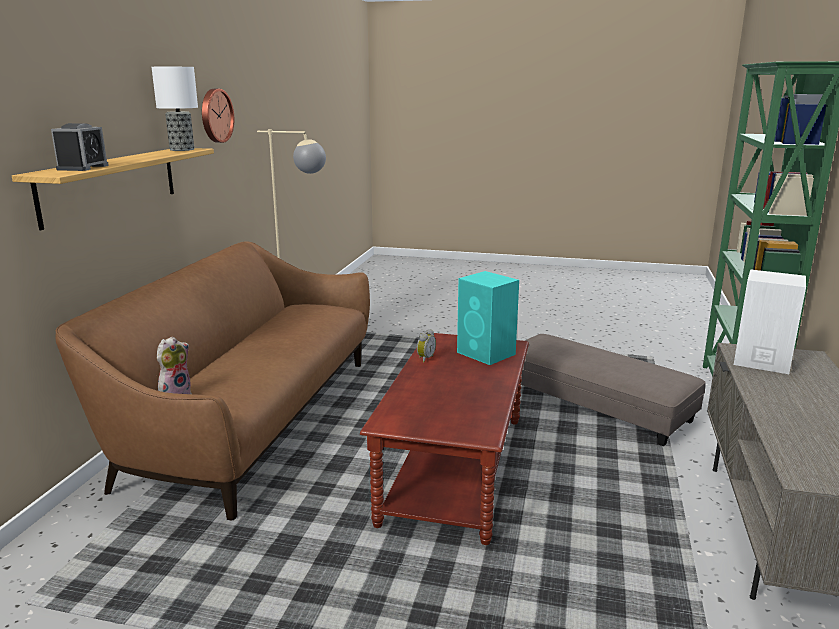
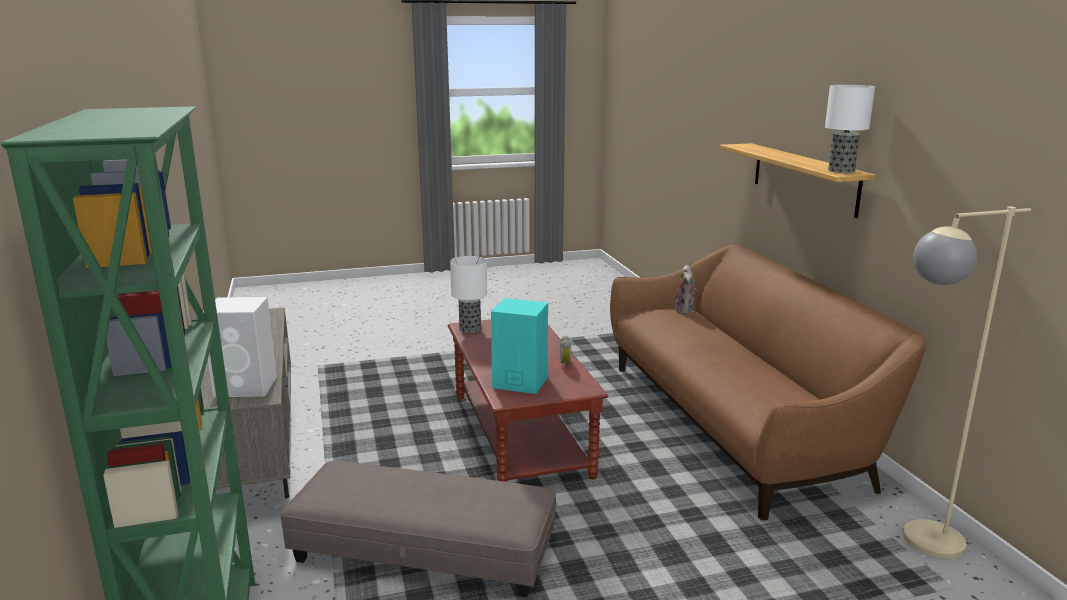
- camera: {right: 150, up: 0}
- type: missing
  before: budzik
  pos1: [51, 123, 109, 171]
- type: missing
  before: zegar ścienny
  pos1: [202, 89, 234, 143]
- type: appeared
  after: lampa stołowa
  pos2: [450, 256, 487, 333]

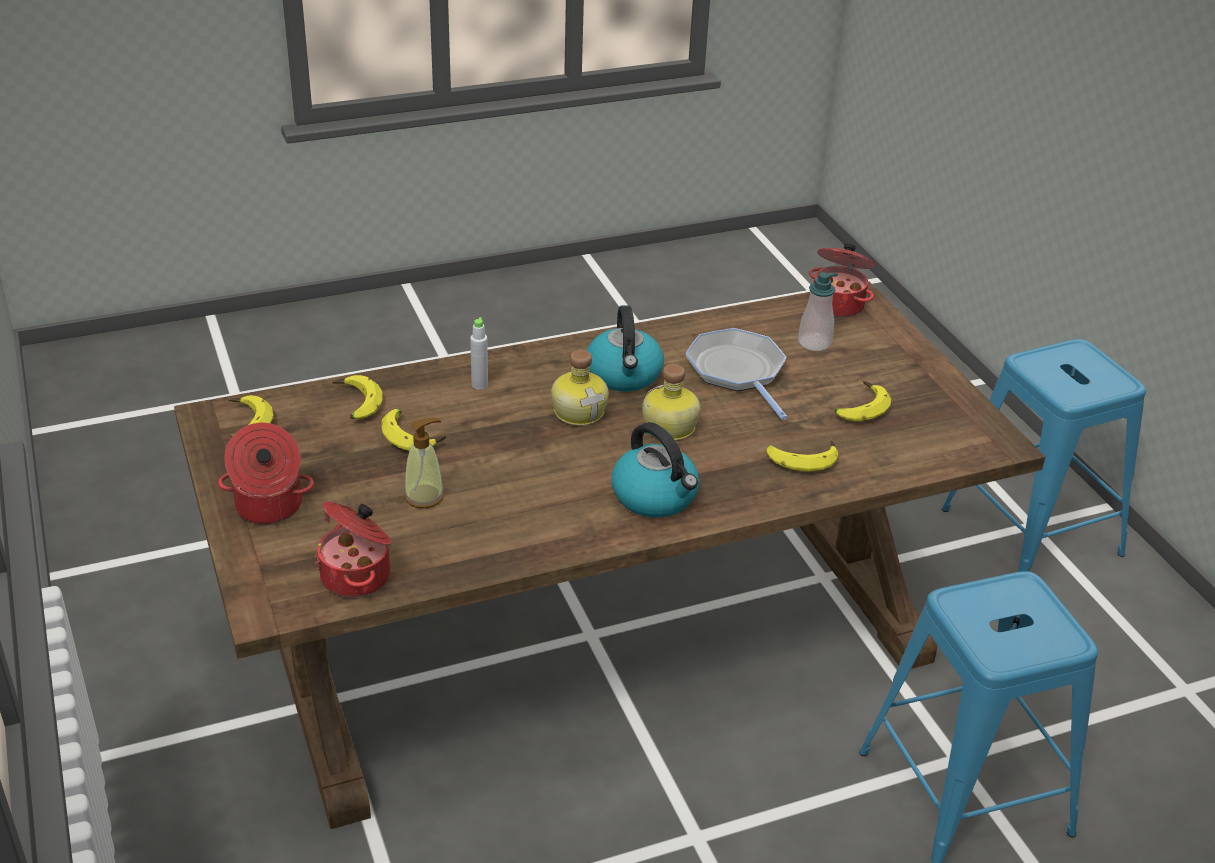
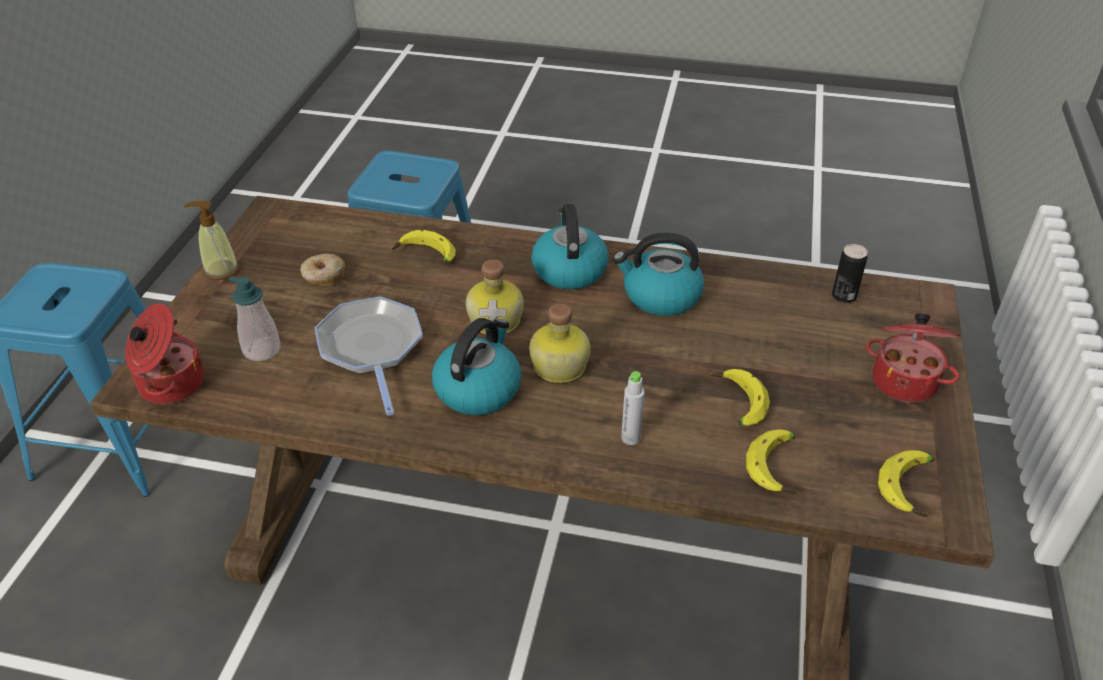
- camera: {right: -145, up: 5}
- type: appeared
  after: czajnik
  pos2: [613, 232, 704, 316]
- type: relocated
  before: dozownik mydła
  pos1: [404, 417, 444, 508]
  pos2: [184, 201, 239, 280]
- type: exchanged
  before: garnek
  after: puszka
  pos1: [315, 501, 391, 598]
  pos2: [832, 244, 868, 303]
- type: exchanged
  before: banan
  after: donut
  pos1: [835, 381, 891, 421]
  pos2: [300, 253, 345, 285]
- type: spun
  before: patelnia
  pos1: [686, 328, 787, 420]
  pos2: [315, 297, 423, 415]
  turn: 150

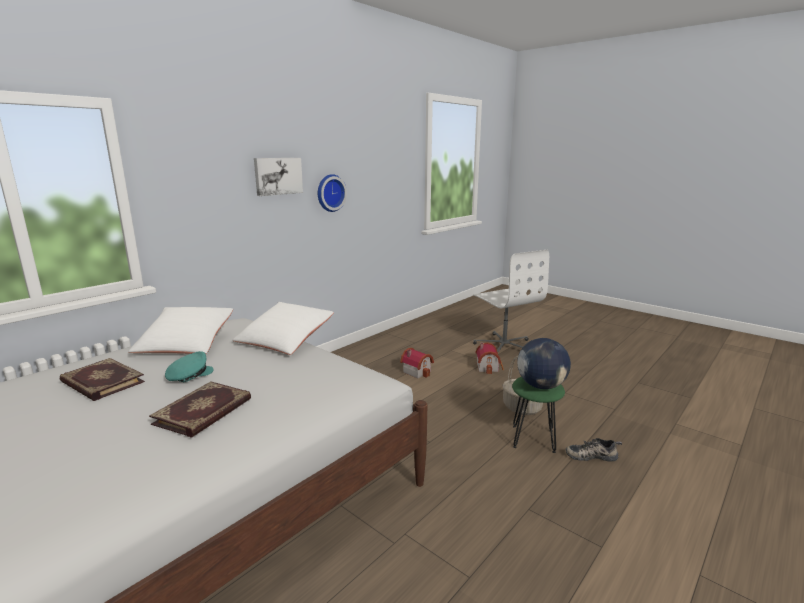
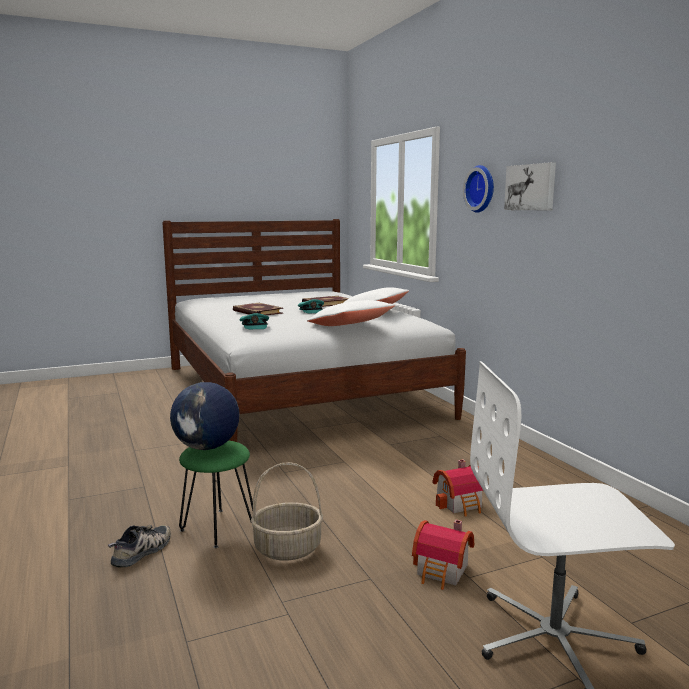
- camera: {right: 115, up: -5}
- type: appeared
  after: czapka z daszkiem [turkusowy]
  pos2: [240, 313, 269, 329]
- type: relocated
  before: zegar ścienny
  pos1: [318, 174, 347, 212]
  pos2: [463, 165, 494, 213]

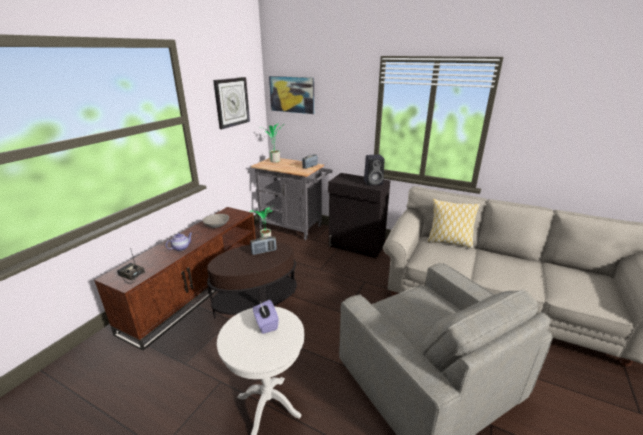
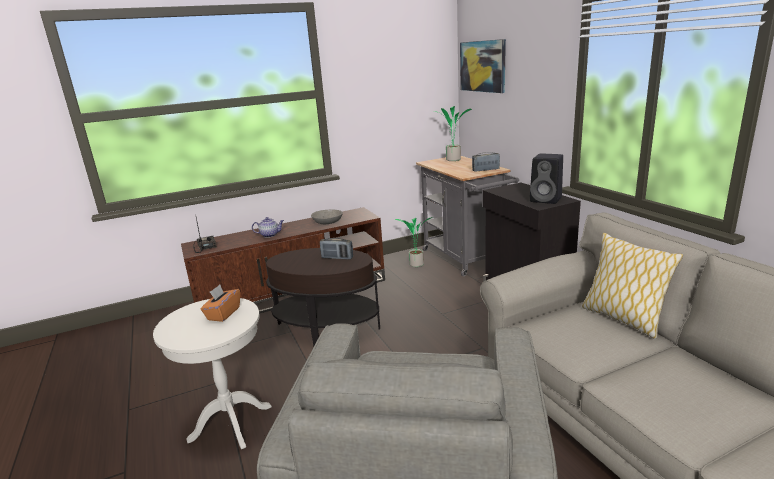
- camera: {right: 40, up: -5}
- type: missing
  before: zegar ścienny
  pos1: [213, 77, 250, 129]
- type: colour
  before: pudełko chusteczek [fioletowy]
  after: pudełko chusteczek [pomarańczowy]
  pos1: [253, 300, 279, 334]
  pos2: [201, 285, 240, 322]

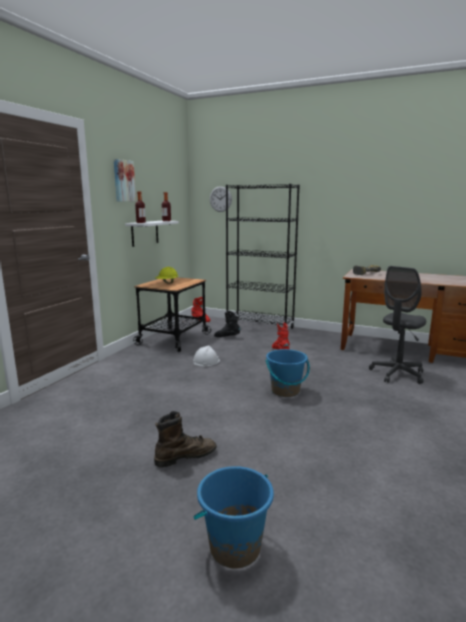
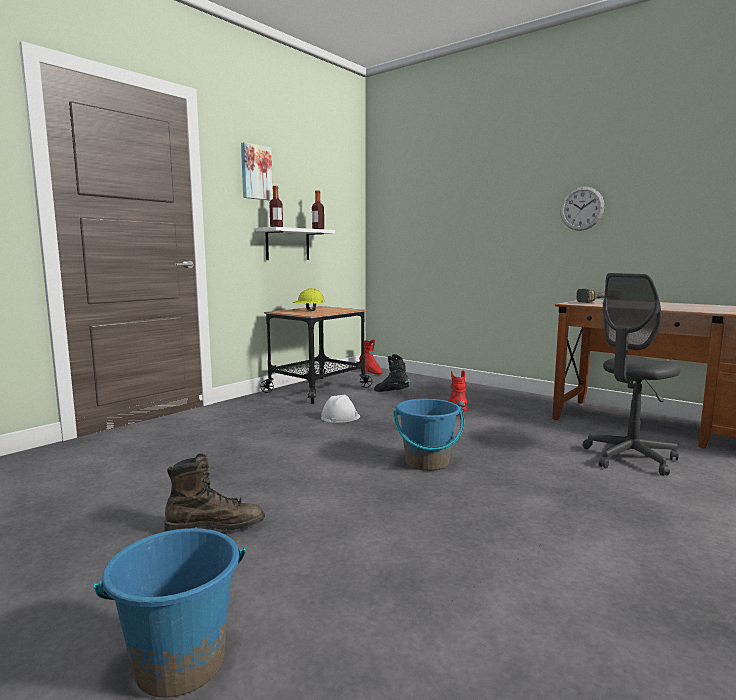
- camera: {right: 15, up: -5}
- type: missing
  before: regał [czarny]
  pos1: [226, 184, 300, 329]
- type: relocated
  before: zegar ścienny
  pos1: [210, 186, 232, 212]
  pos2: [560, 187, 604, 231]

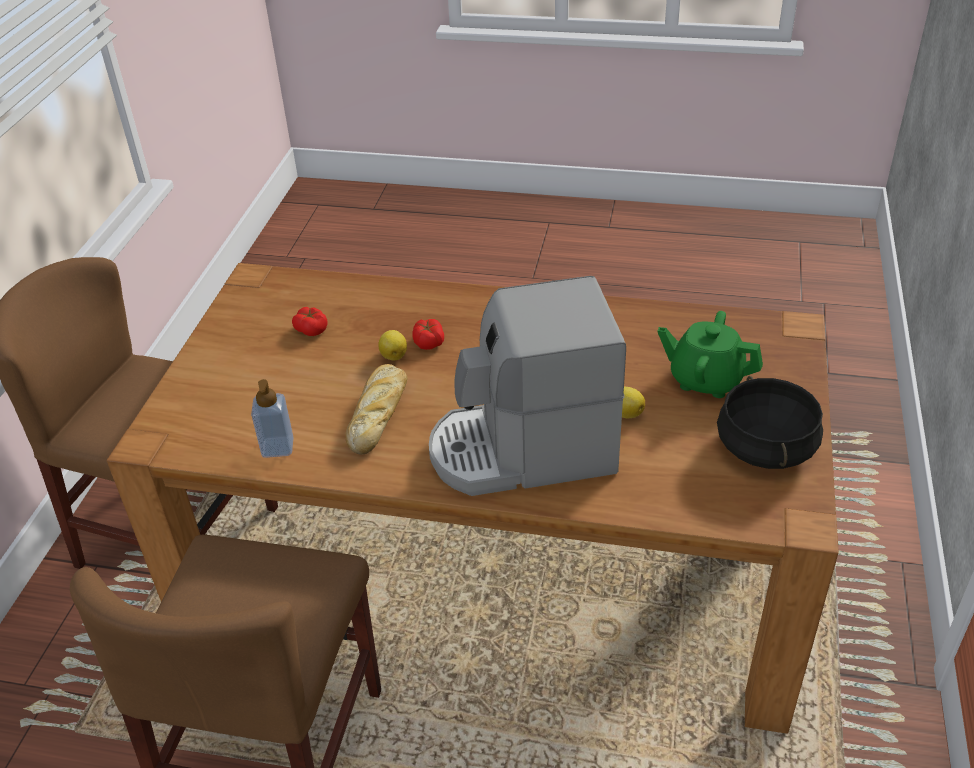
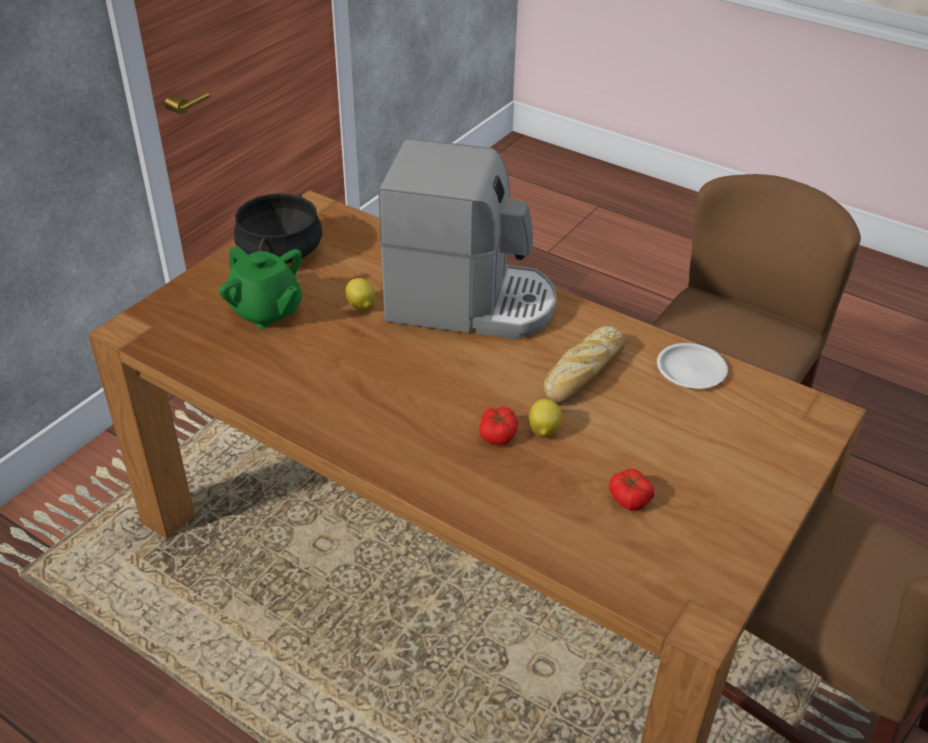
- camera: {right: -160, up: 0}
- type: exchanged
  before: dozownik mydła
  after: talerz [biały]
  pos1: [251, 379, 294, 458]
  pos2: [657, 343, 728, 389]

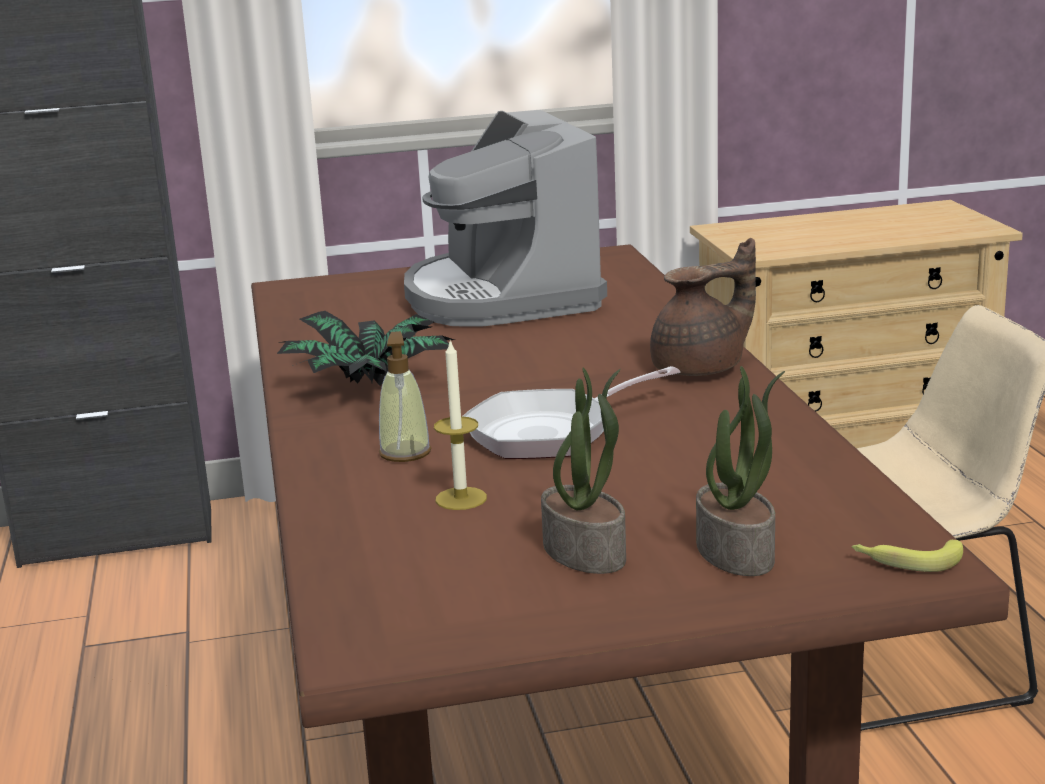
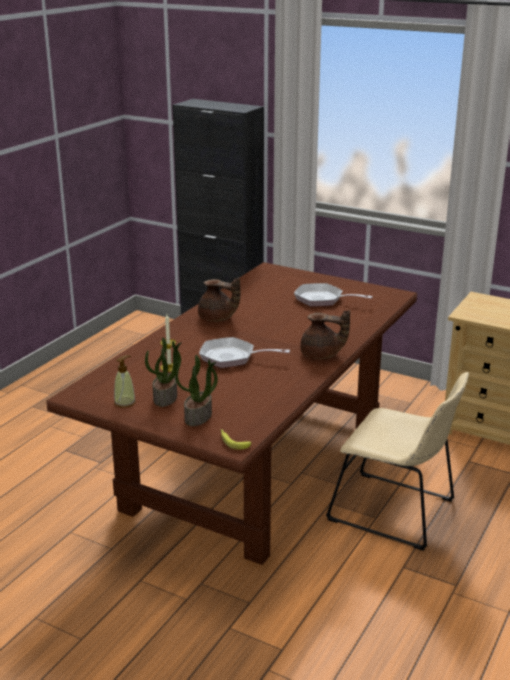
- camera: {right: 40, up: 5}
- type: relocated
  before: dozownik mydła
  pos1: [379, 331, 431, 462]
  pos2: [114, 355, 136, 408]
- type: exchanged
  before: roślina doniczkowa
  after: imbryk [brązowy]
  pos1: [277, 311, 455, 386]
  pos2: [198, 278, 240, 322]
- type: exchanged
  before: ekspres do kawy
  after: patelnia
  pos1: [404, 110, 607, 326]
  pos2: [294, 283, 373, 307]

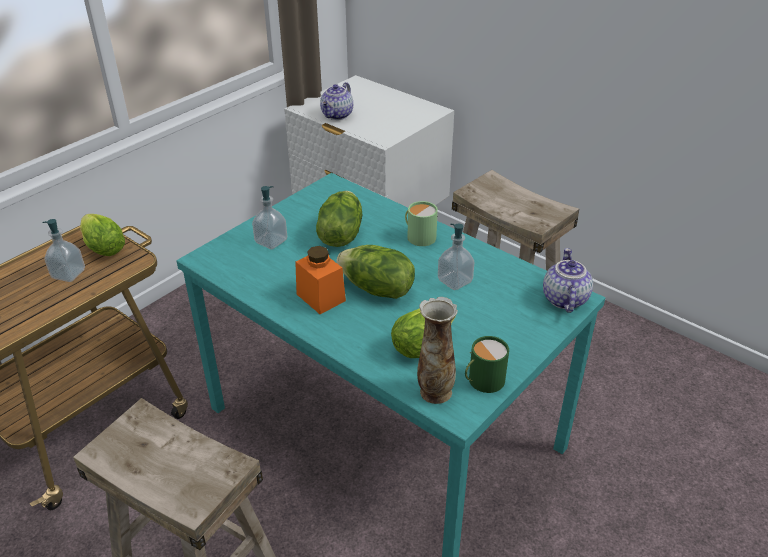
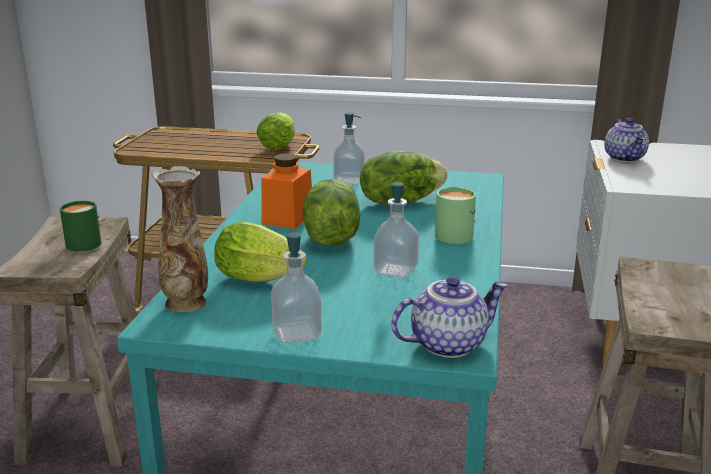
- camera: {right: 60, up: -15}
- type: relocated
  before: dozownik mydła
  pos1: [43, 219, 85, 282]
  pos2: [271, 232, 322, 343]
- type: relocated
  before: kubek [zielony]
  pos1: [465, 336, 509, 393]
  pos2: [60, 201, 102, 252]
- type: spun
  before: imbryk
  pos1: [320, 82, 353, 120]
  pos2: [604, 118, 649, 162]
  turn: -90

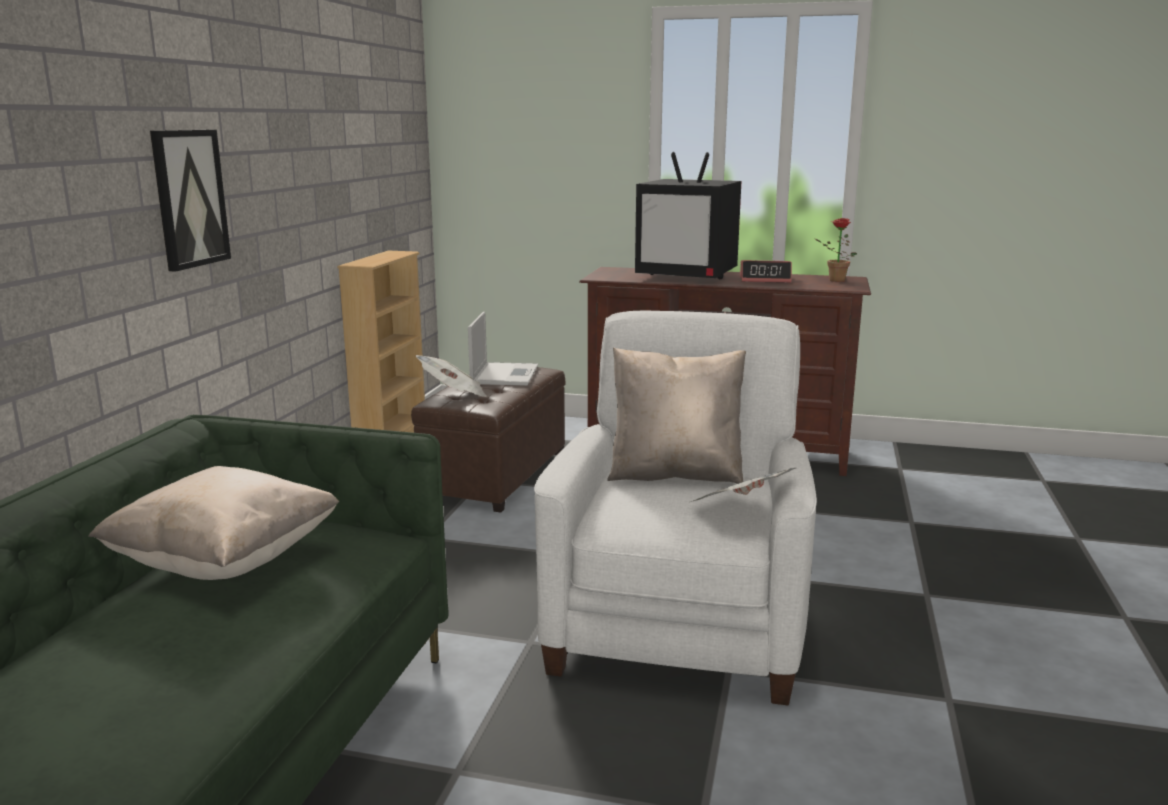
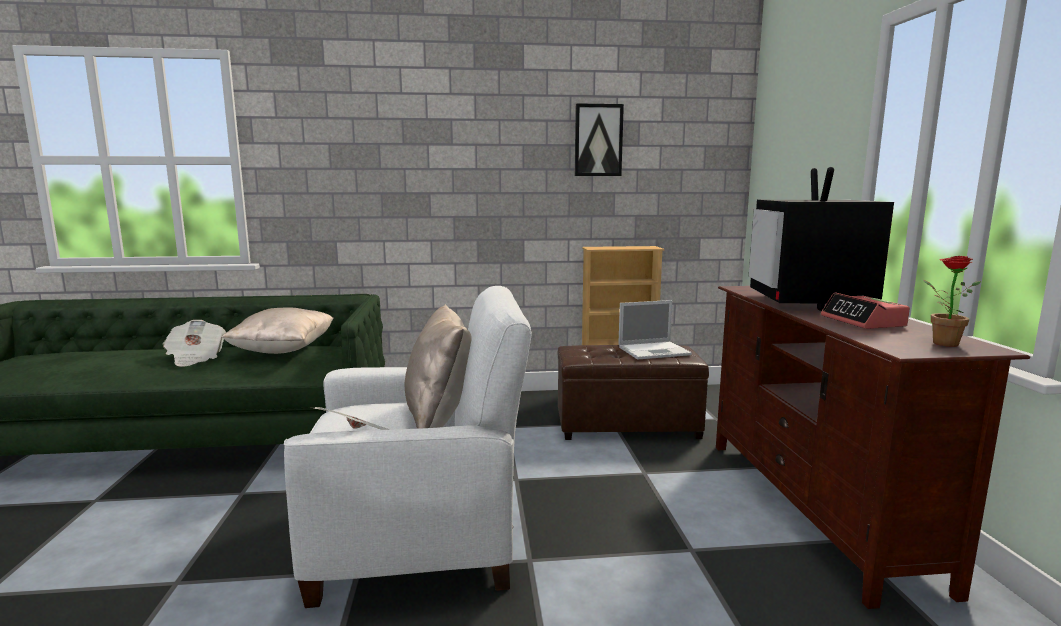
- camera: {right: 70, up: -5}
- type: relocated
  before: obraz
  pos1: [150, 130, 231, 272]
  pos2: [575, 103, 624, 176]
- type: relocated
  before: gazeta
  pos1: [416, 355, 487, 397]
  pos2: [163, 320, 226, 367]

